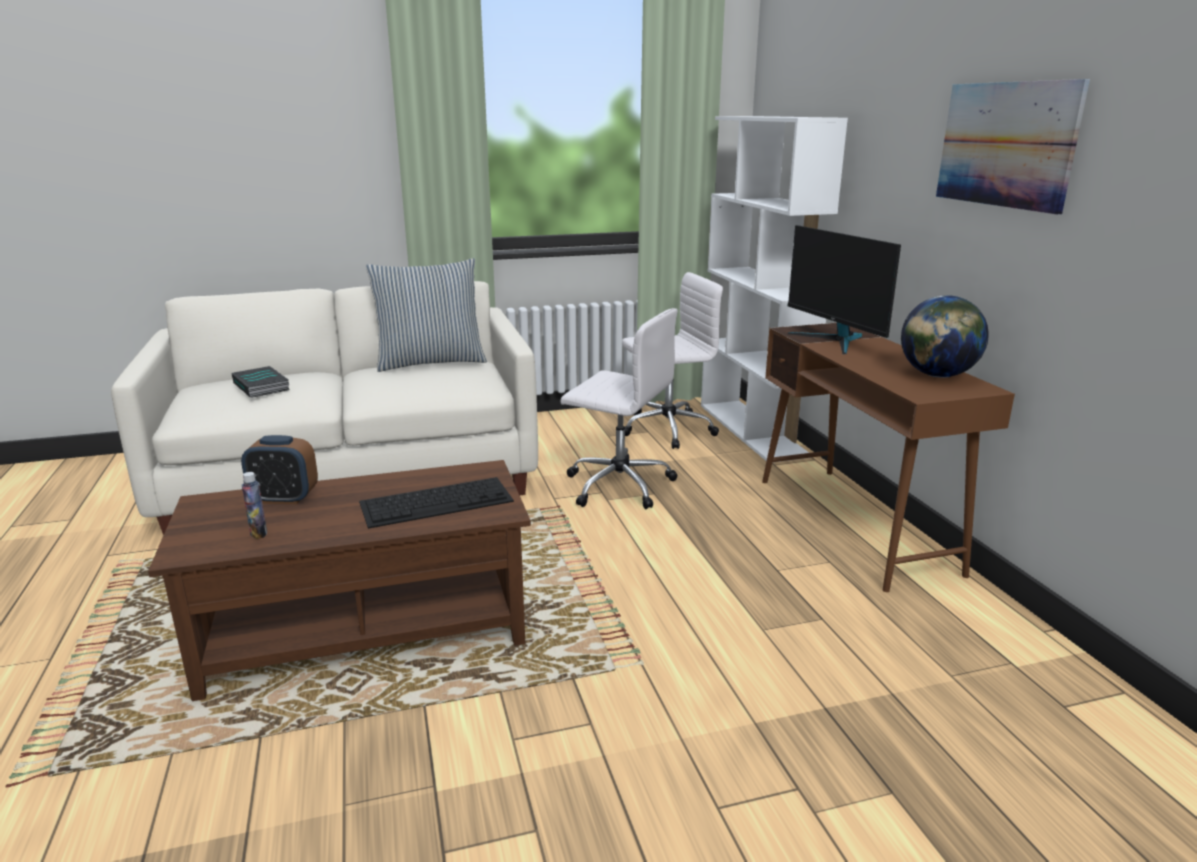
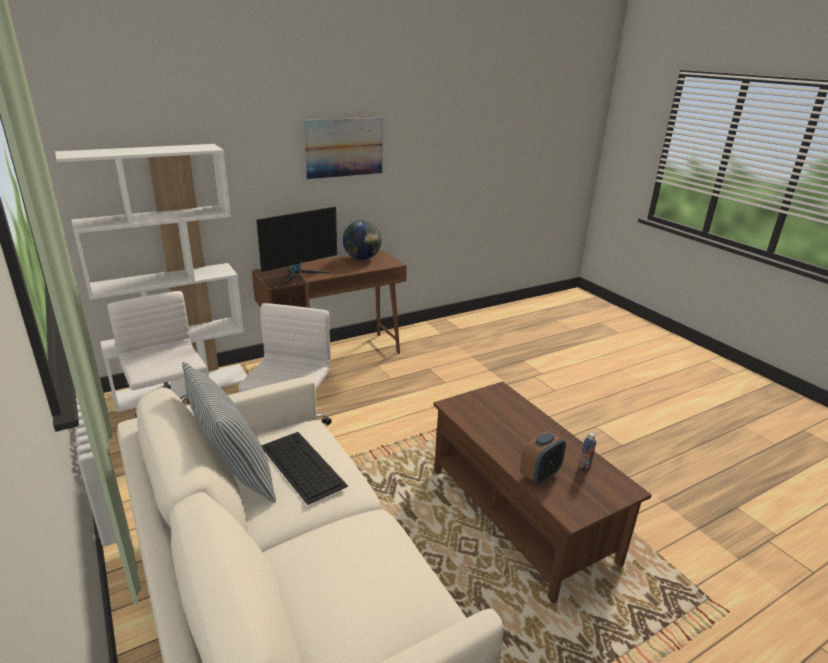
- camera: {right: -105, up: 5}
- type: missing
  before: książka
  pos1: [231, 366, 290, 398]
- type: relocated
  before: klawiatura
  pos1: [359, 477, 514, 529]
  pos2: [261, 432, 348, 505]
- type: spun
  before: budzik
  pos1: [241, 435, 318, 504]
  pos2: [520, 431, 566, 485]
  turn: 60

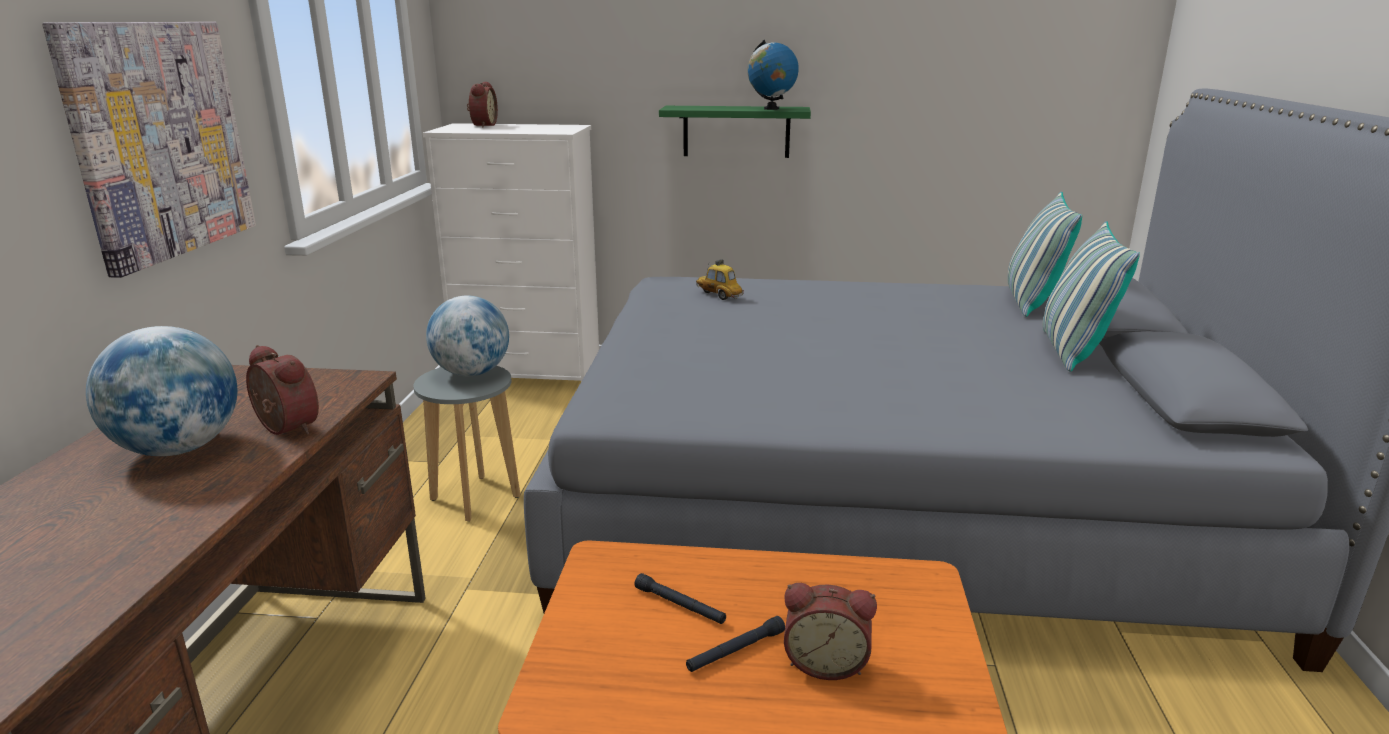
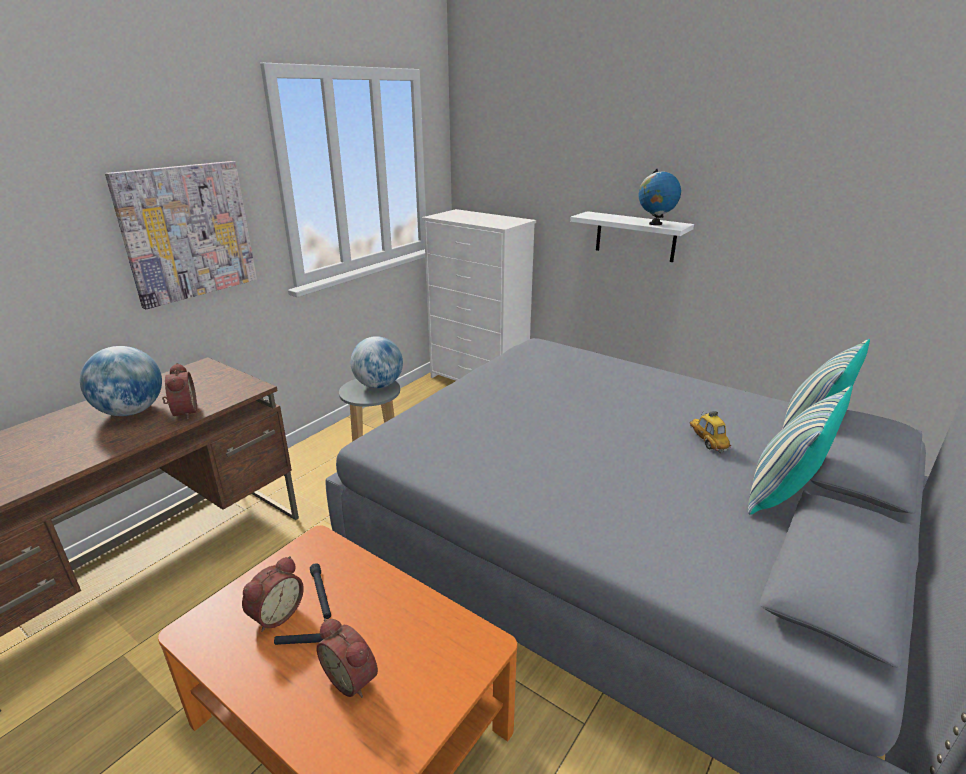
- camera: {right: 30, up: 5}
- type: relocated
  before: budzik
  pos1: [467, 82, 498, 127]
  pos2: [242, 556, 304, 632]
- type: relocated
  before: samochodzik
  pos1: [696, 259, 744, 300]
  pos2: [689, 411, 731, 453]
- type: colour
  before: półka [zielony]
  after: półka [biały]
  pos1: [659, 106, 811, 158]
  pos2: [570, 211, 694, 262]

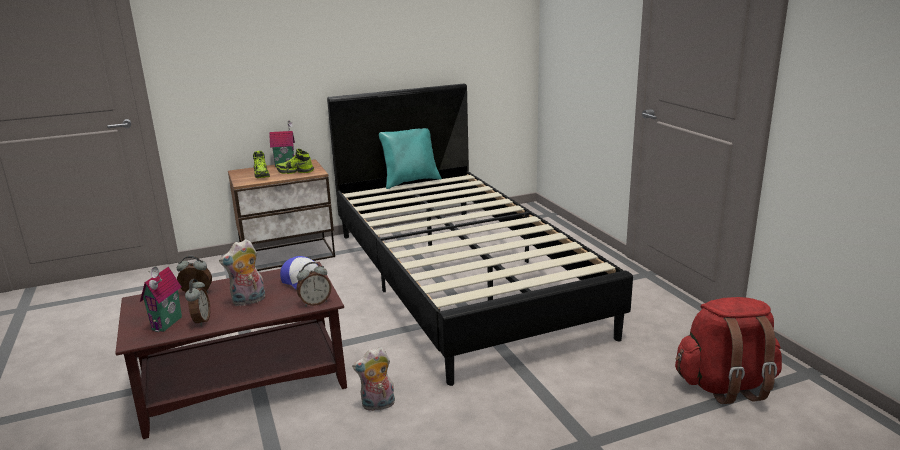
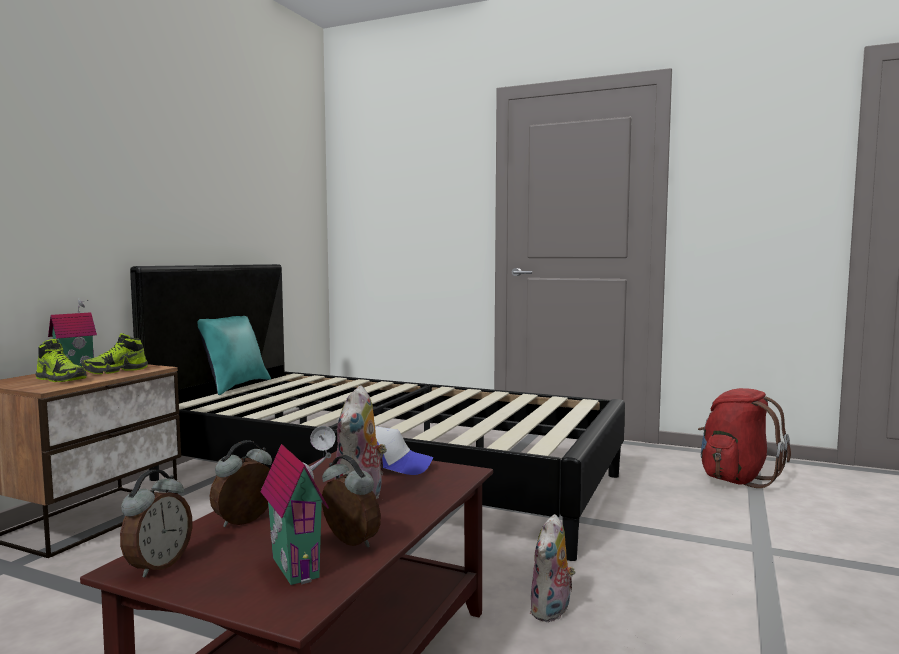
- camera: {right: -45, up: -15}
- type: relocated
  before: budzik
  pos1: [297, 262, 331, 307]
  pos2: [120, 470, 192, 577]

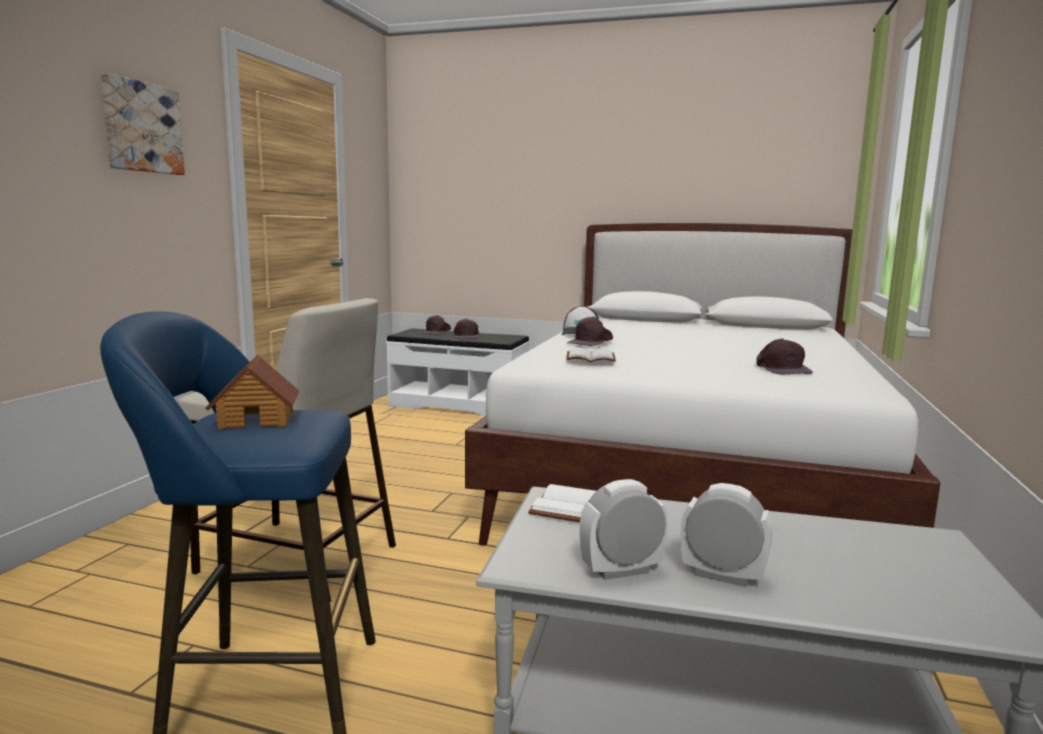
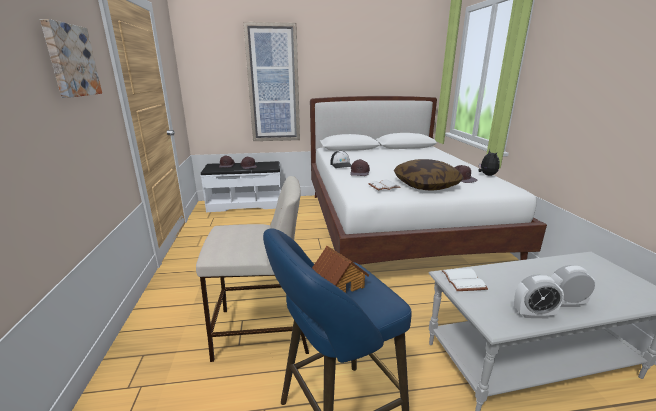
- camera: {right: -25, up: 10}
- type: appeared
  after: obraz
  pos2: [243, 22, 300, 141]
- type: appeared
  after: poduszka
  pos2: [394, 159, 464, 191]
- type: appeared
  after: pluszak
  pos2: [478, 150, 500, 176]
- type: spun
  before: budzik
  pos1: [580, 479, 668, 580]
  pos2: [514, 275, 564, 318]
  turn: -135

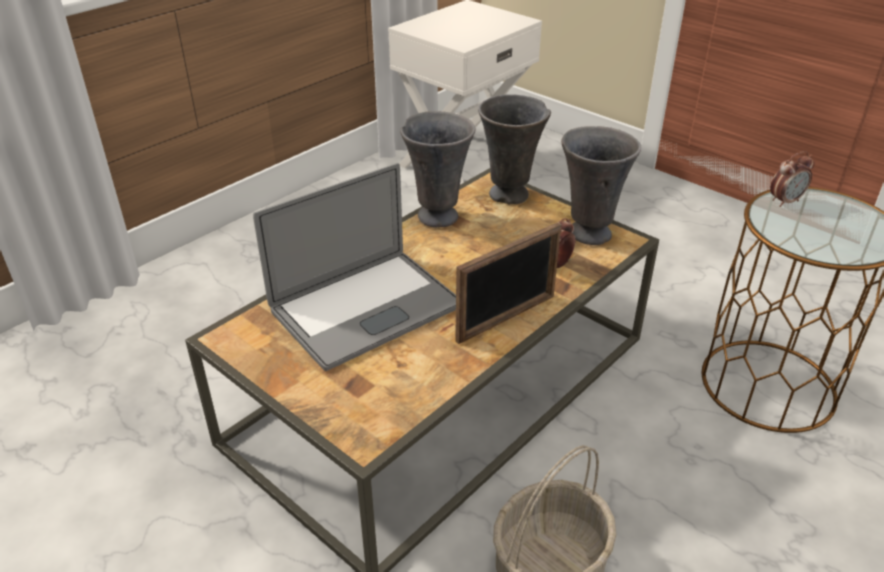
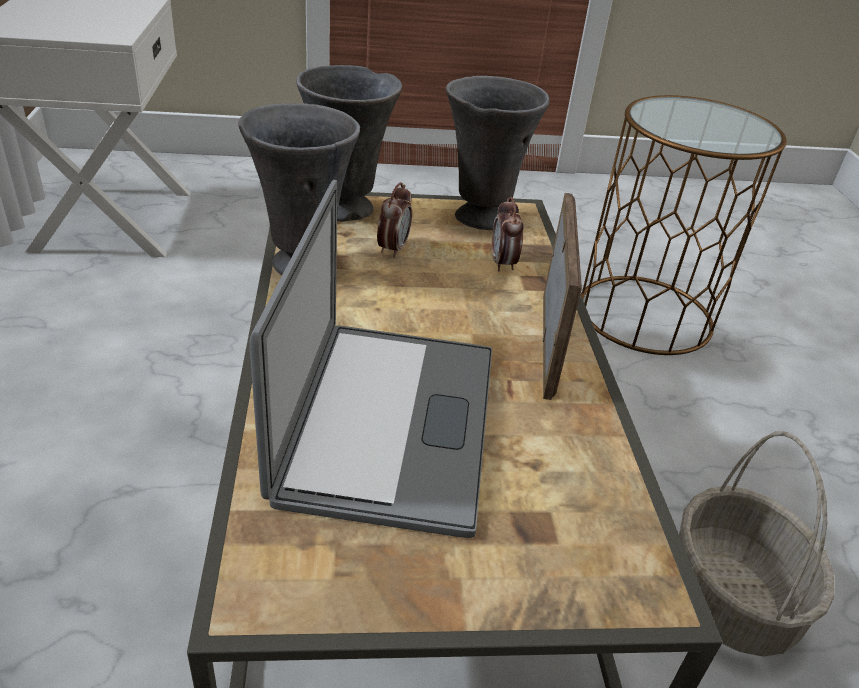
- camera: {right: -50, up: 0}
- type: relocated
  before: budzik
  pos1: [770, 151, 815, 207]
  pos2: [377, 182, 412, 258]

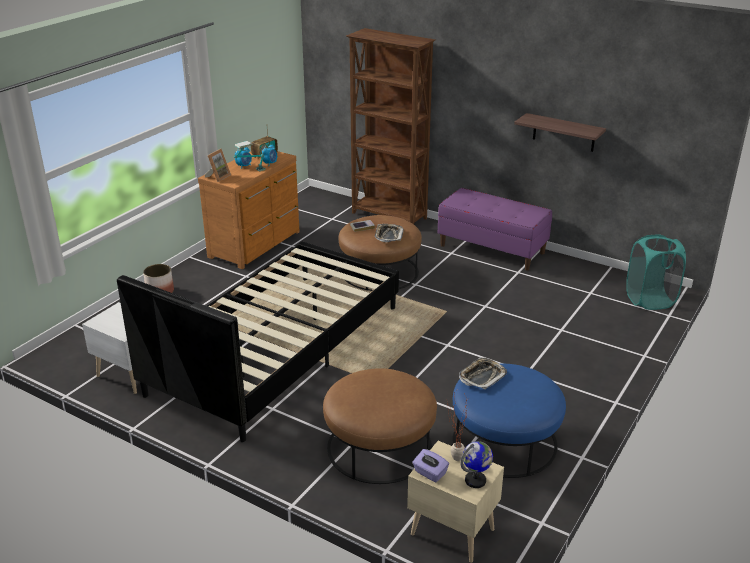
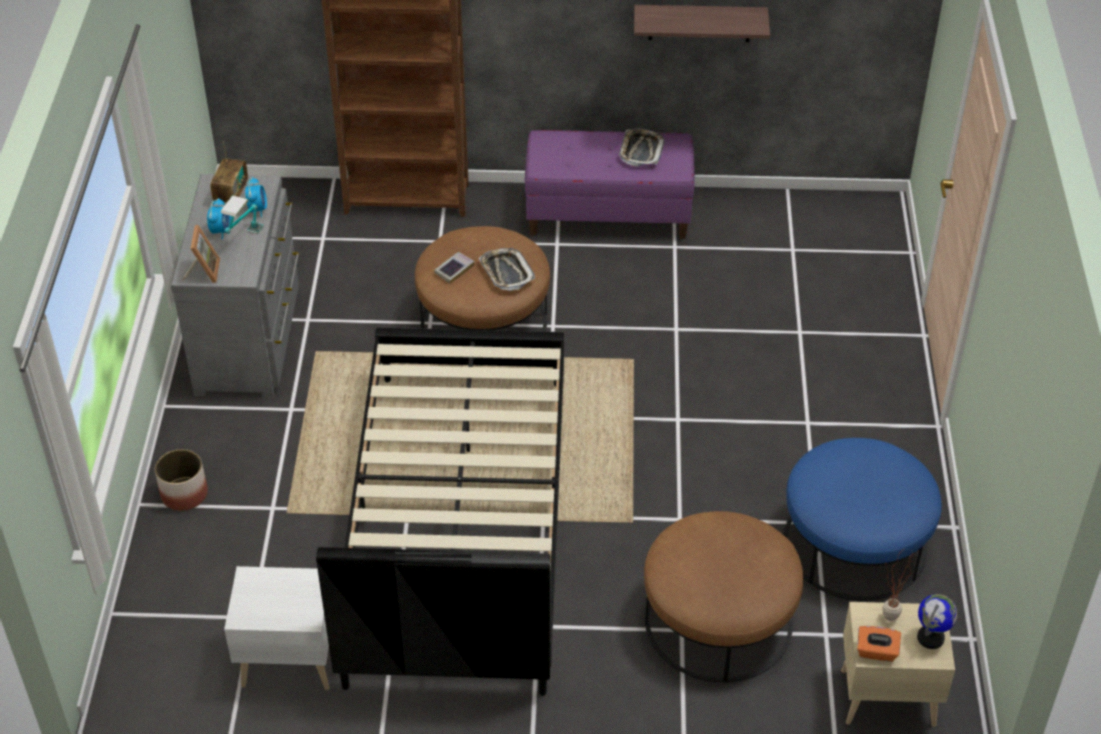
- camera: {right: -30, up: 15}
- type: missing
  before: kosz na pranie [turkusowy]
  pos1: [626, 234, 686, 310]
- type: relocated
  before: taca
  pos1: [459, 357, 507, 389]
  pos2: [619, 128, 665, 167]
- type: colour
  before: komoda [brązowy]
  after: komoda [szary]
  pos1: [198, 151, 299, 269]
  pos2: [171, 174, 299, 398]
- type: colour
  before: pudełko chusteczek [fioletowy]
  after: pudełko chusteczek [pomarańczowy]
  pos1: [412, 449, 449, 482]
  pos2: [857, 626, 901, 662]

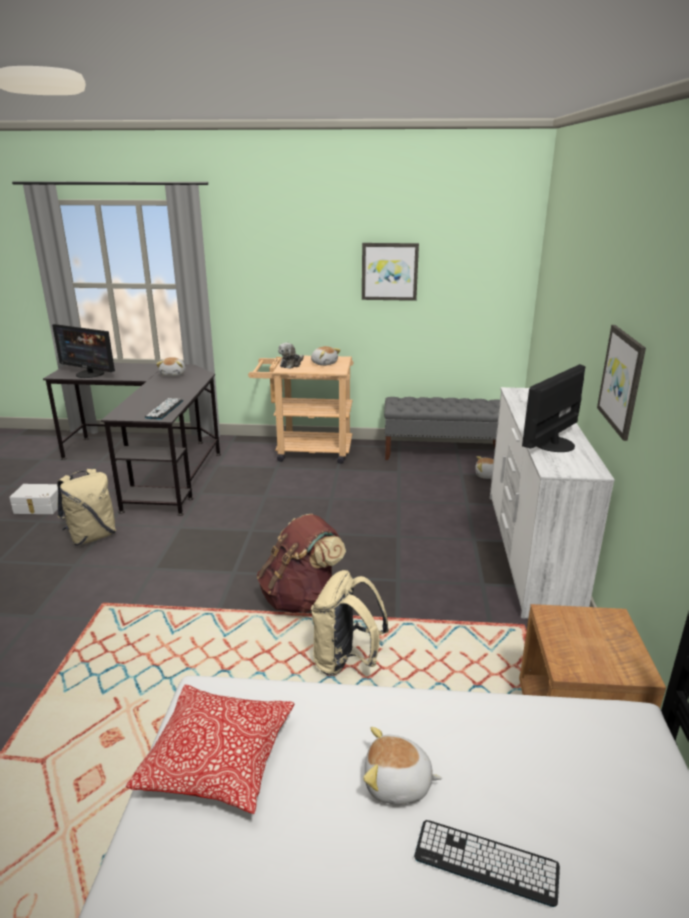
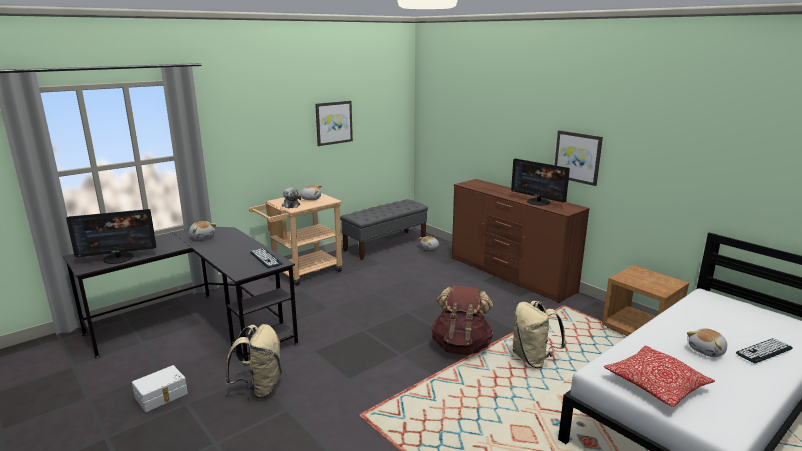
- camera: {right: -45, up: -5}
- type: colour
  before: komoda [biały]
  after: komoda [brązowy]
  pos1: [490, 387, 615, 619]
  pos2: [452, 179, 590, 303]
- type: spun
  before: monitor
  pos1: [522, 364, 585, 452]
  pos2: [511, 159, 570, 205]
  turn: -45

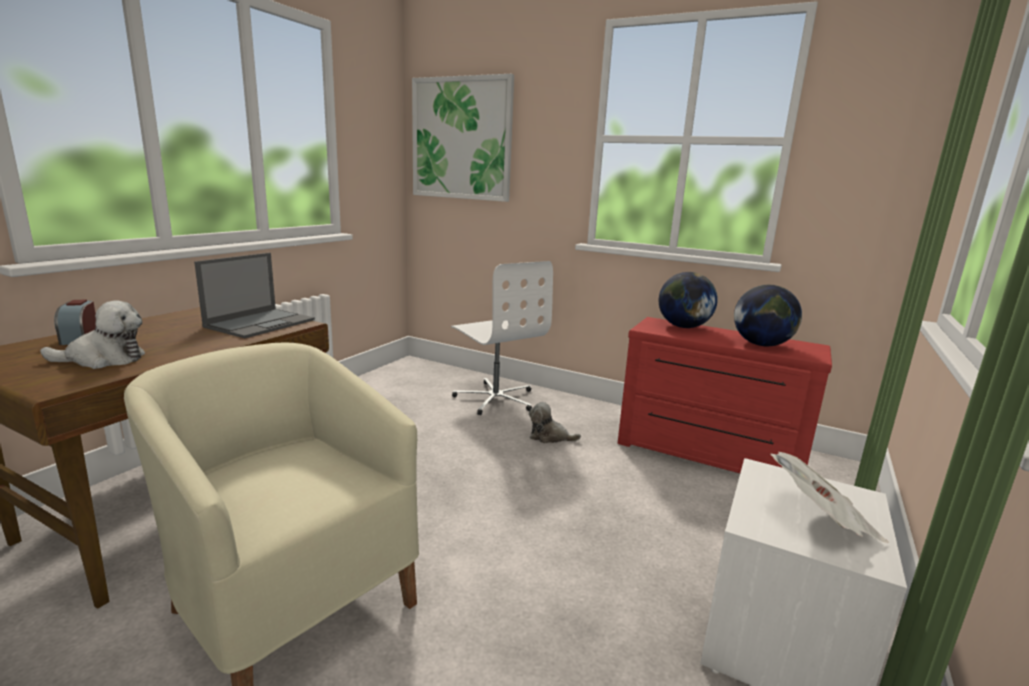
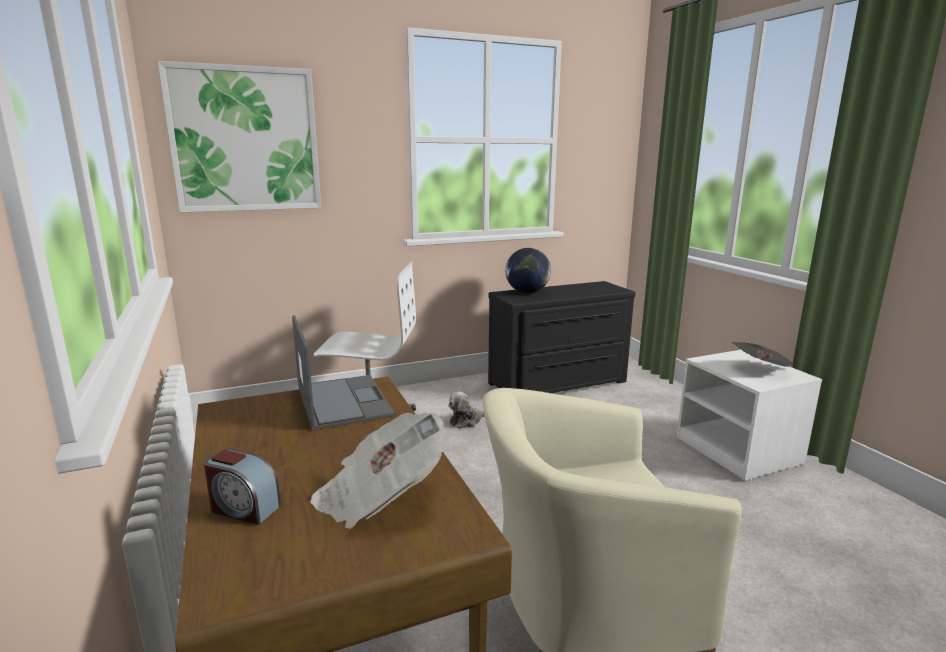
- camera: {right: -50, up: 0}
- type: missing
  before: globus
  pos1: [734, 285, 802, 346]
- type: exchanged
  before: pluszak
  after: gazeta
  pos1: [40, 300, 145, 369]
  pos2: [310, 412, 444, 529]
- type: colour
  before: komoda [czerwony]
  after: komoda [czarny]
  pos1: [618, 317, 832, 473]
  pos2: [488, 281, 635, 393]

